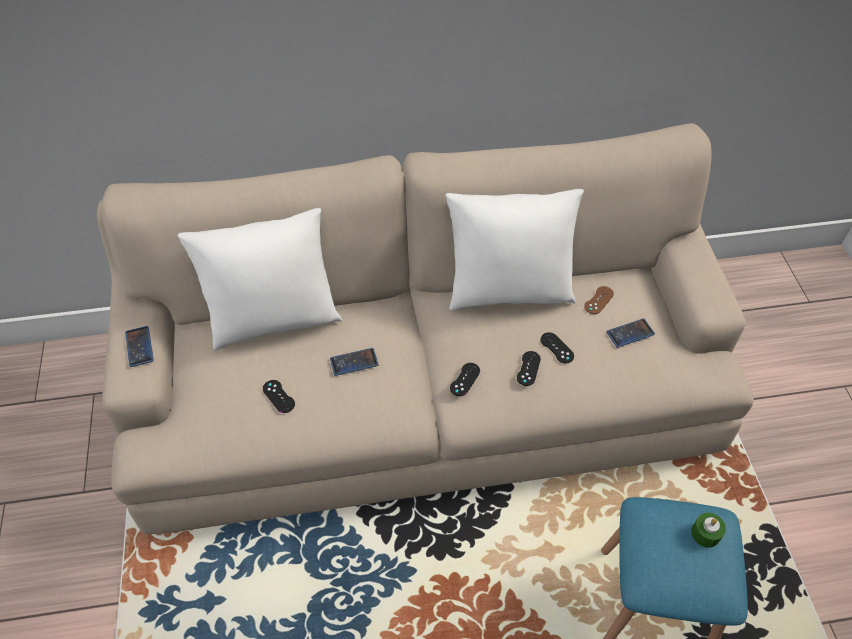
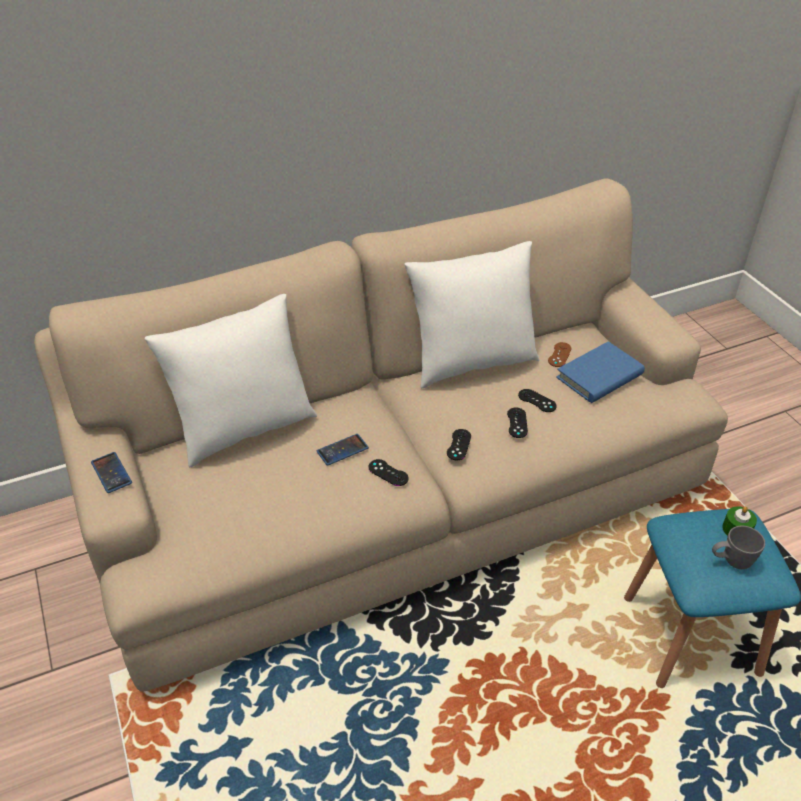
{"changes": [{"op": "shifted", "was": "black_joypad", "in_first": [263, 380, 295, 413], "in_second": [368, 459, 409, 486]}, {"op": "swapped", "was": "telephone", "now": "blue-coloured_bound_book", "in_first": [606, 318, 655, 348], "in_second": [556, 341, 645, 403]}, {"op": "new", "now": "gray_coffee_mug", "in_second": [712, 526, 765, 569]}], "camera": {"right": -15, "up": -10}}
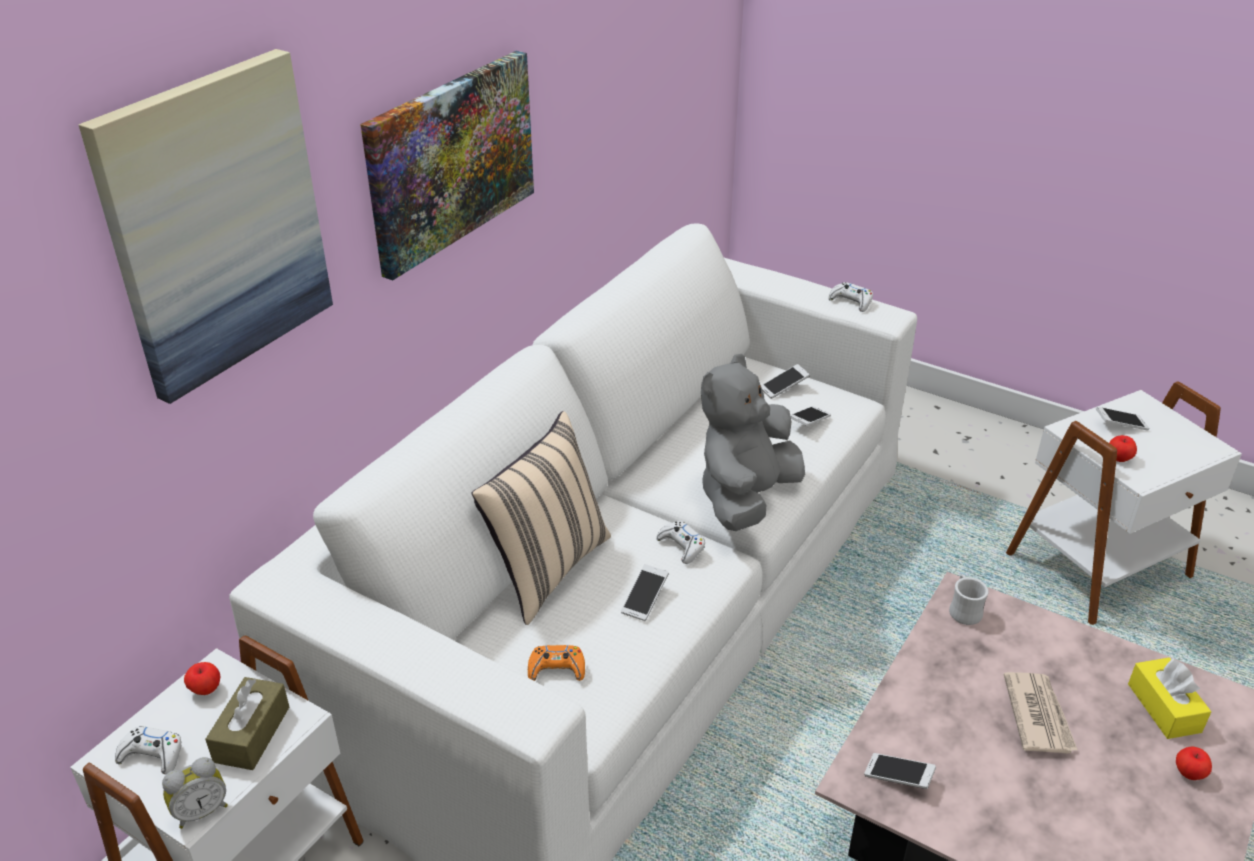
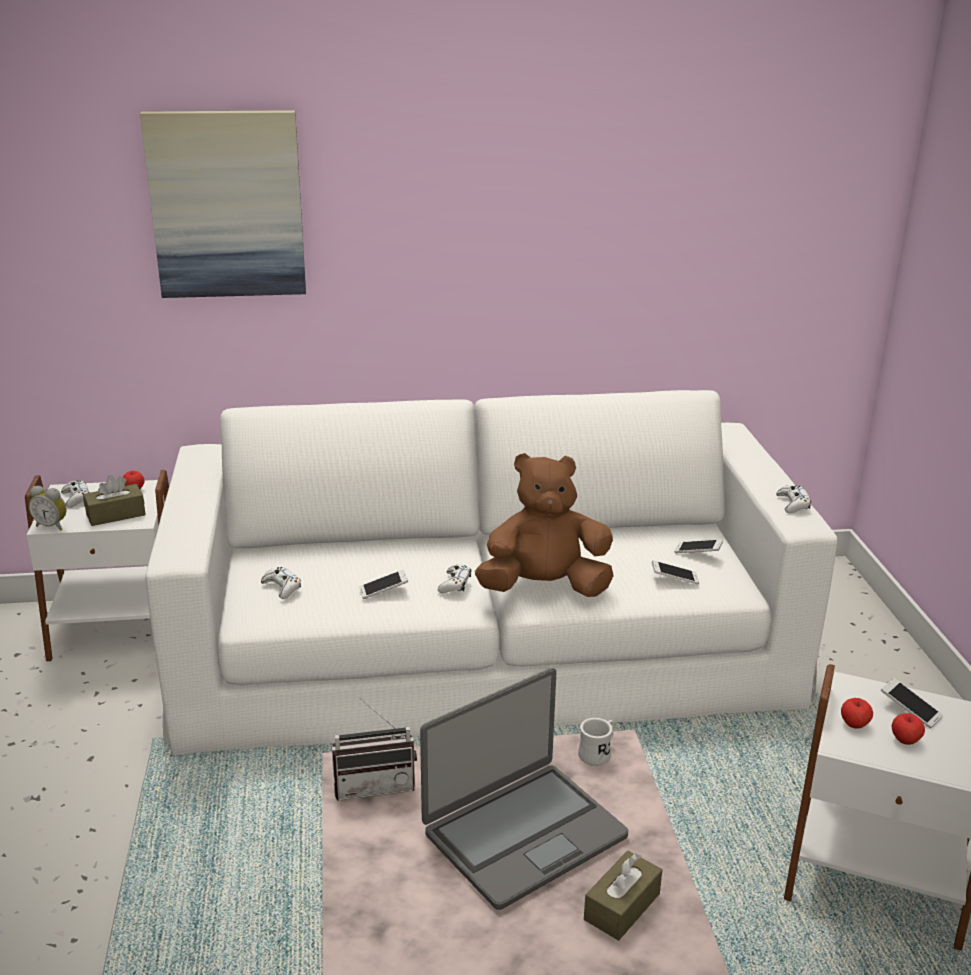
{"changes": [{"op": "gone", "was": "wall_art", "in_first": [360, 51, 534, 280]}, {"op": "gone", "was": "beige_cushion", "in_first": [472, 411, 611, 625]}, {"op": "repainted", "was": "orangey_joypad", "now": "whitish_joypad", "in_first": [528, 645, 585, 681], "in_second": [261, 567, 301, 599]}, {"op": "repainted", "was": "gray_cuddly_toy", "now": "brown-coloured_cuddly_toy", "in_first": [701, 354, 805, 531], "in_second": [475, 453, 614, 597]}, {"op": "swapped", "was": "telephone", "now": "radio_set", "in_first": [864, 753, 936, 789], "in_second": [332, 698, 417, 801]}, {"op": "swapped", "was": "printed_paper", "now": "laptop", "in_first": [1004, 672, 1078, 754], "in_second": [420, 668, 628, 910]}, {"op": "repainted", "was": "yellow-coloured_tissue_box", "now": "brown-coloured_tissue_box", "in_first": [1128, 657, 1211, 739], "in_second": [584, 851, 662, 941]}, {"op": "shifted", "was": "apple", "in_first": [1176, 746, 1212, 780], "in_second": [892, 713, 925, 745]}], "camera": {"right": 50, "up": -10}}
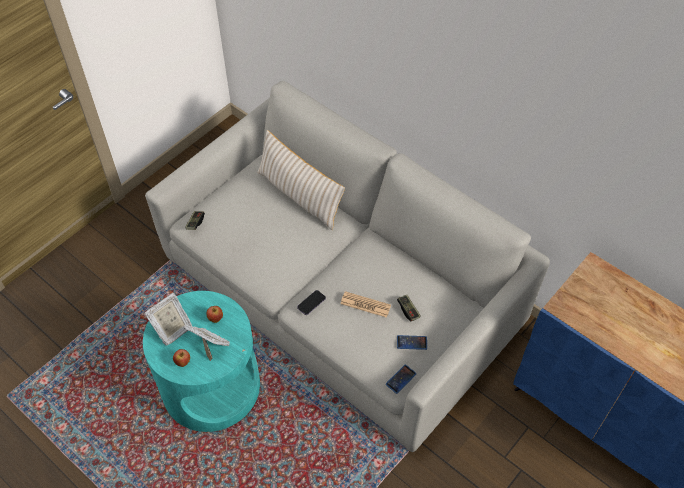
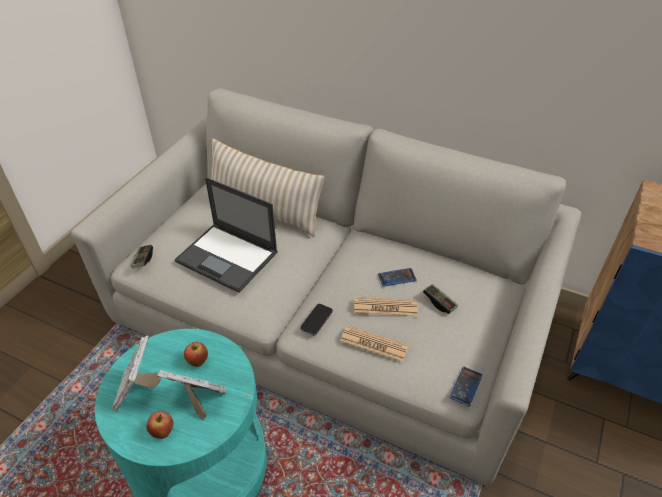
{"changes": [{"op": "rotated", "was": "photo_frame", "in_first": [144, 293, 192, 345], "in_second": [112, 335, 161, 412], "clockwise": 150}, {"op": "shifted", "was": "telephone", "in_first": [397, 335, 427, 350], "in_second": [378, 268, 417, 287]}, {"op": "new", "now": "laptop", "in_second": [175, 177, 278, 293]}, {"op": "new", "now": "printed_paper", "in_second": [340, 325, 409, 362]}], "camera": {"right": -15, "up": -10}}
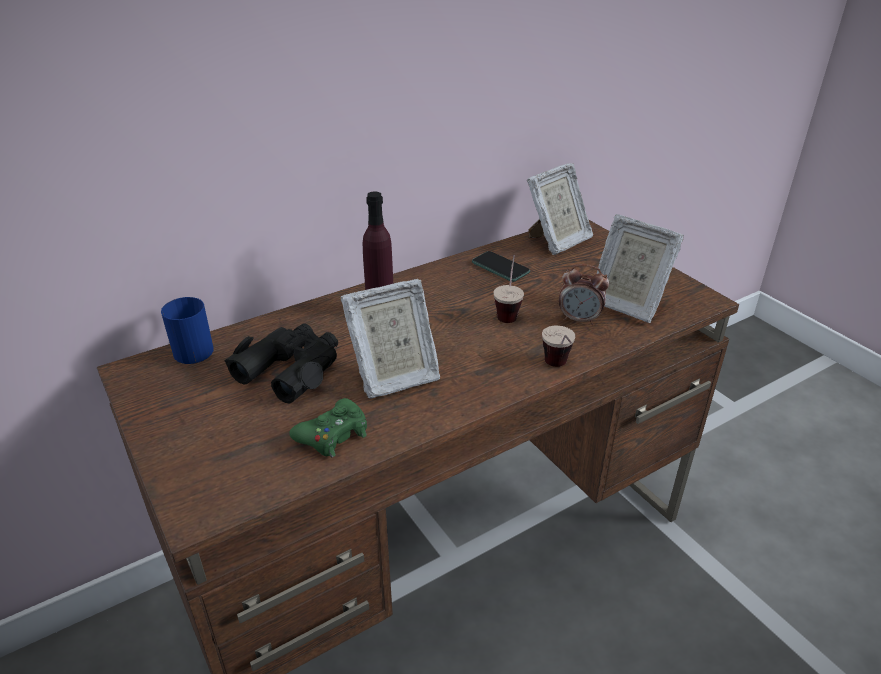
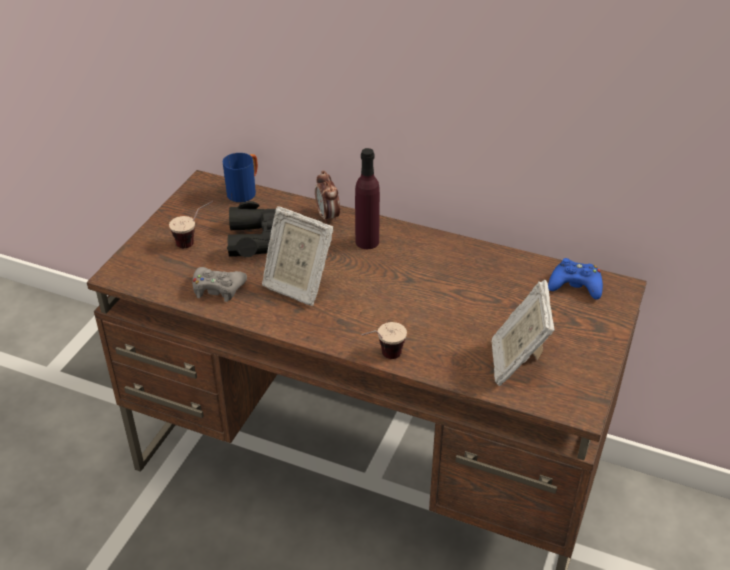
{"changes": [{"op": "repainted", "was": "greenish_joypad", "now": "gray_joypad", "in_first": [289, 398, 367, 457], "in_second": [192, 267, 247, 302]}, {"op": "gone", "was": "telephone", "in_first": [472, 251, 530, 282]}, {"op": "shifted", "was": "drinking_cup", "in_first": [493, 255, 524, 323], "in_second": [169, 201, 213, 248]}, {"op": "swapped", "was": "photo_frame", "now": "blue-coloured_joypad", "in_first": [527, 163, 593, 255], "in_second": [548, 258, 603, 300]}, {"op": "shifted", "was": "alarm_clock", "in_first": [559, 264, 609, 325], "in_second": [315, 171, 340, 224]}], "camera": {"right": 55, "up": 5}}
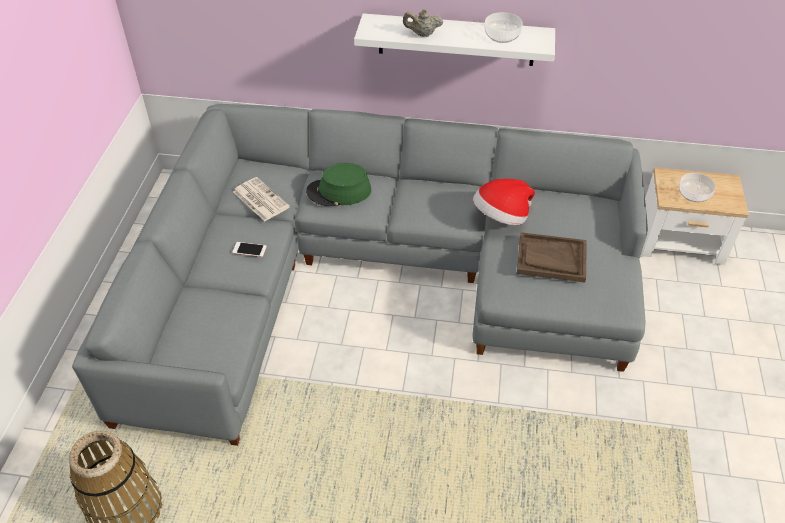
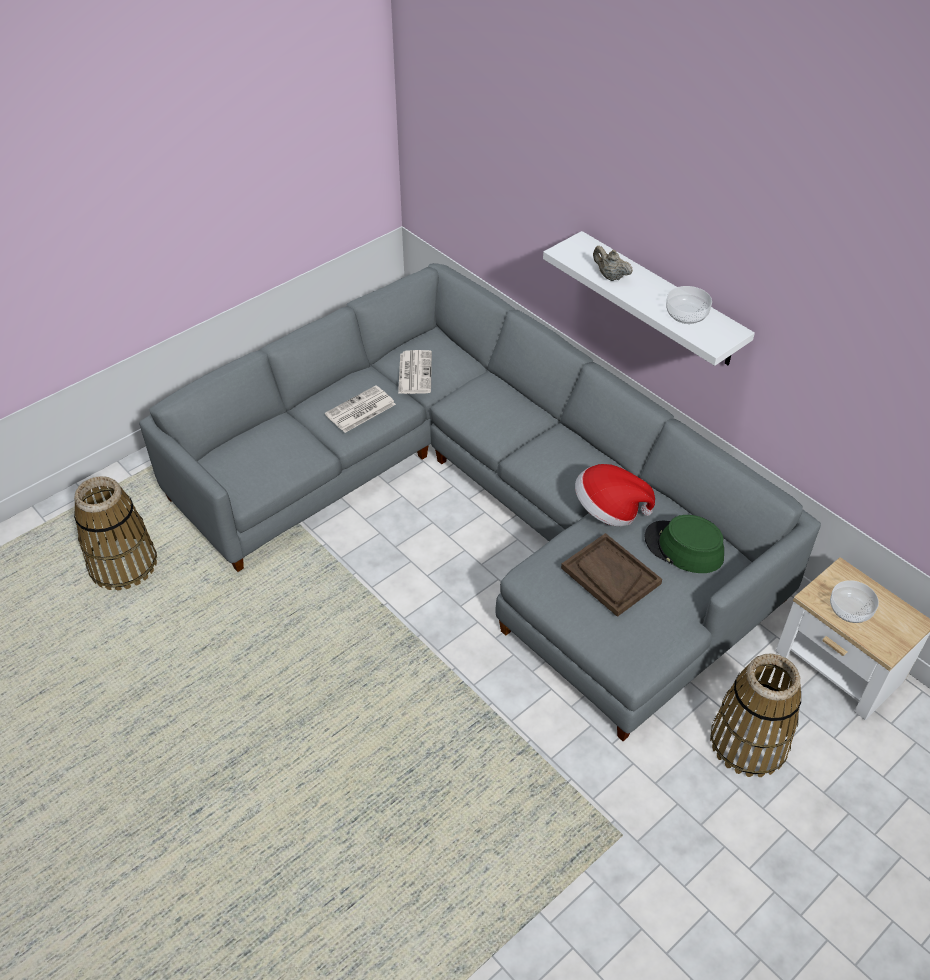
{"changes": [{"op": "swapped", "was": "telephone", "now": "printed_paper", "in_first": [232, 242, 267, 257], "in_second": [325, 385, 396, 433]}, {"op": "shifted", "was": "greenish_hat", "in_first": [306, 163, 371, 206], "in_second": [644, 515, 724, 573]}, {"op": "new", "now": "basket", "in_second": [710, 653, 802, 777]}], "camera": {"right": 40, "up": 0}}
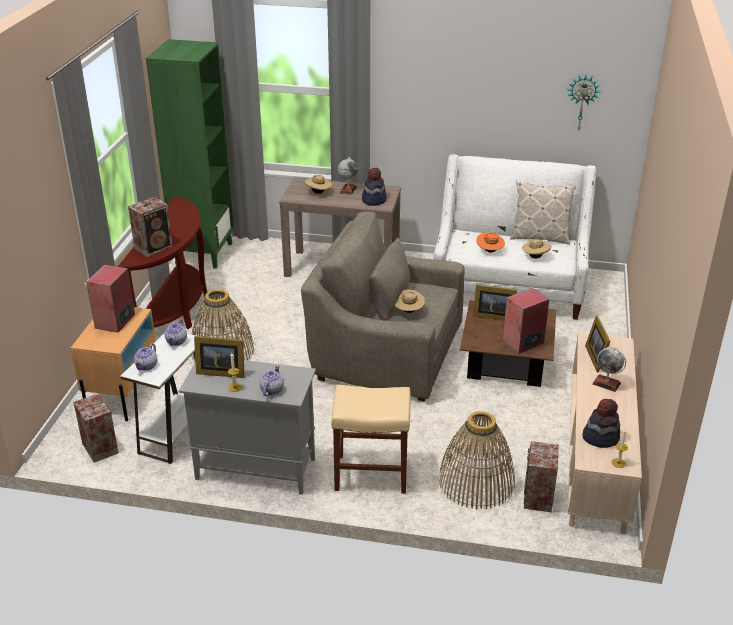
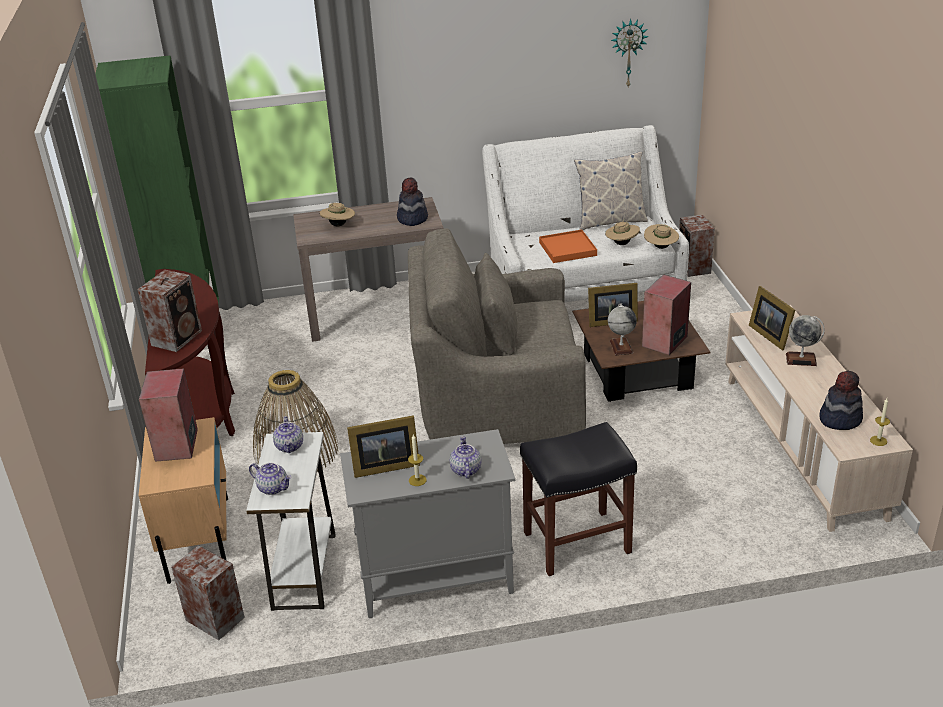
{"changes": [{"op": "rotated", "was": "tea_pot", "in_first": [134, 343, 157, 371], "in_second": [249, 463, 292, 495], "clockwise": -60}, {"op": "repainted", "was": "beige_sitting_stool", "now": "black_sitting_stool", "in_first": [331, 385, 411, 494], "in_second": [520, 422, 637, 576]}, {"op": "shifted", "was": "world_globe", "in_first": [338, 157, 358, 195], "in_second": [608, 303, 637, 355]}, {"op": "shifted", "was": "beige_hat", "in_first": [395, 290, 425, 313], "in_second": [644, 224, 679, 249]}, {"op": "gone", "was": "basket", "in_first": [438, 411, 515, 509]}, {"op": "swapped", "was": "orangey_hat", "now": "orangey_serving_tray", "in_first": [476, 232, 505, 253], "in_second": [539, 230, 597, 263]}, {"op": "shifted", "was": "speaker", "in_first": [524, 441, 559, 512], "in_second": [679, 215, 715, 277]}], "camera": {"right": -20, "up": 0}}
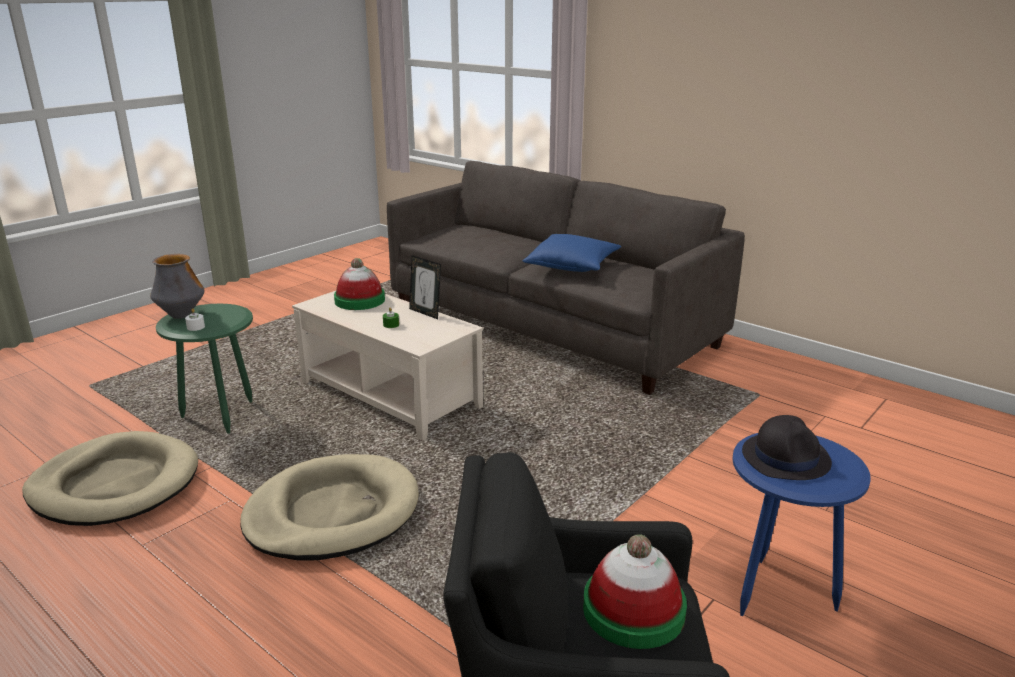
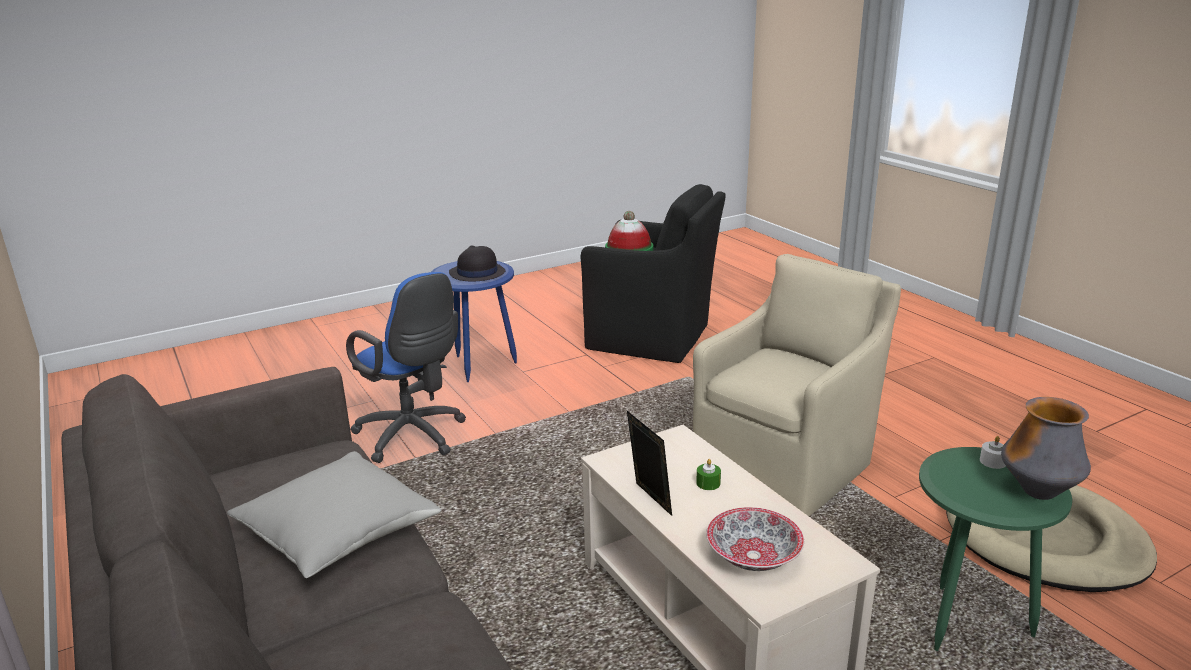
{"changes": [{"op": "swapped", "was": "beige_pet_bed", "now": "beige_lounge_chair", "in_first": [240, 454, 419, 561], "in_second": [693, 254, 901, 516]}, {"op": "swapped", "was": "hat", "now": "bowl", "in_first": [334, 258, 385, 310], "in_second": [706, 507, 804, 571]}, {"op": "repainted", "was": "blue-coloured_cushion", "now": "gray_cushion", "in_first": [523, 234, 621, 272], "in_second": [227, 451, 442, 578]}, {"op": "new", "now": "blue-coloured_computer_chair", "in_second": [346, 272, 466, 463]}], "camera": {"right": -160, "up": 0}}
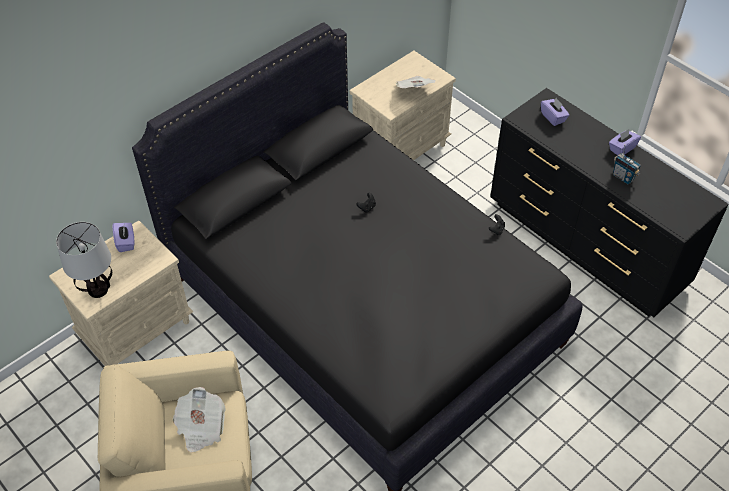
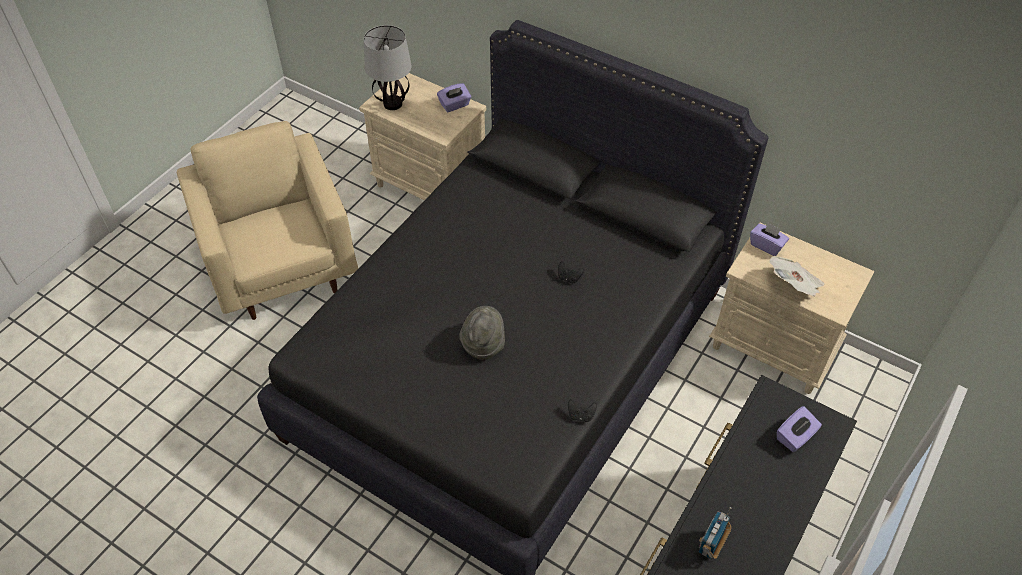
{"changes": [{"op": "gone", "was": "printed_paper", "in_first": [173, 387, 226, 453]}, {"op": "shifted", "was": "purple_tissue_box", "in_first": [609, 129, 641, 155], "in_second": [750, 223, 789, 256]}, {"op": "new", "now": "gray_hat", "in_second": [459, 306, 505, 360]}], "camera": {"right": 75, "up": 0}}
